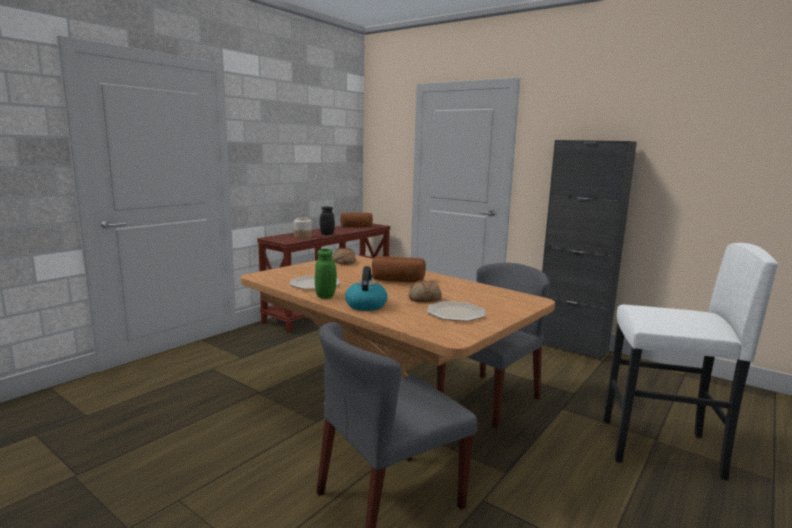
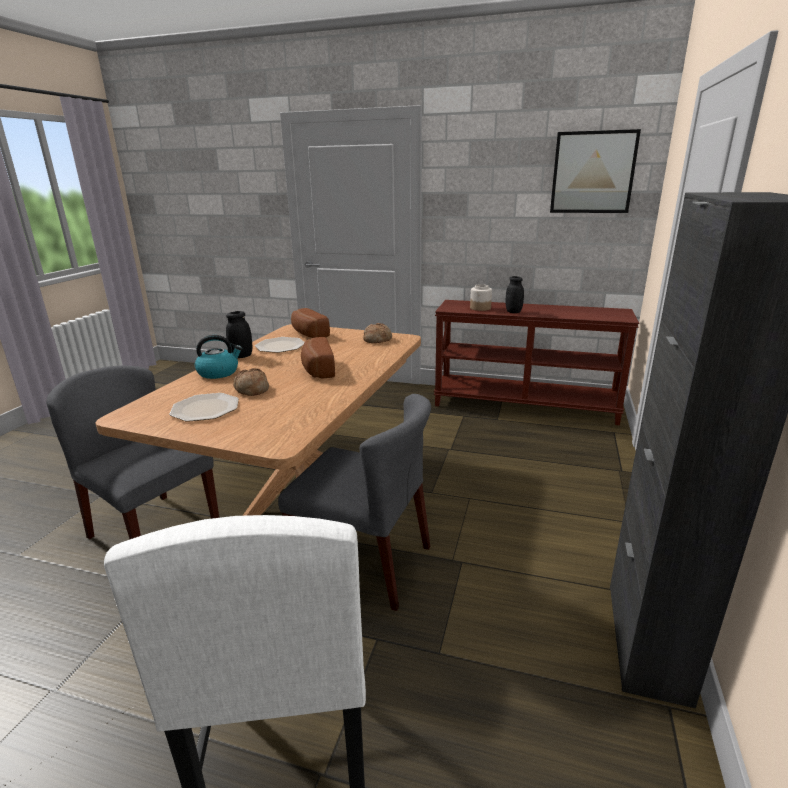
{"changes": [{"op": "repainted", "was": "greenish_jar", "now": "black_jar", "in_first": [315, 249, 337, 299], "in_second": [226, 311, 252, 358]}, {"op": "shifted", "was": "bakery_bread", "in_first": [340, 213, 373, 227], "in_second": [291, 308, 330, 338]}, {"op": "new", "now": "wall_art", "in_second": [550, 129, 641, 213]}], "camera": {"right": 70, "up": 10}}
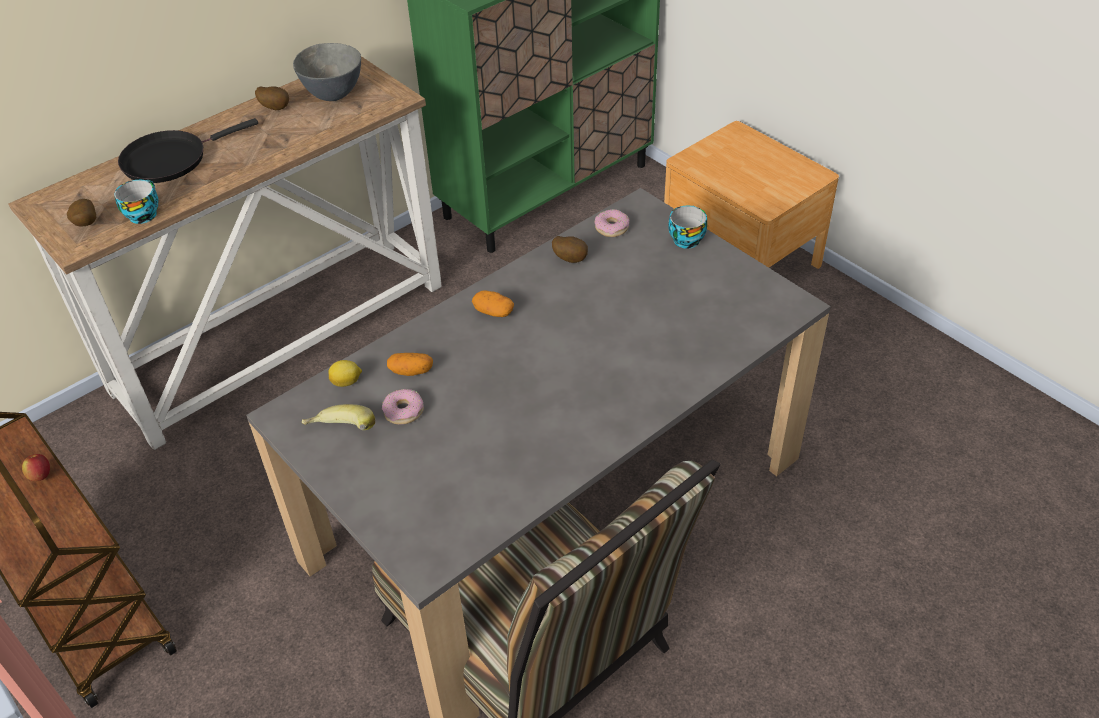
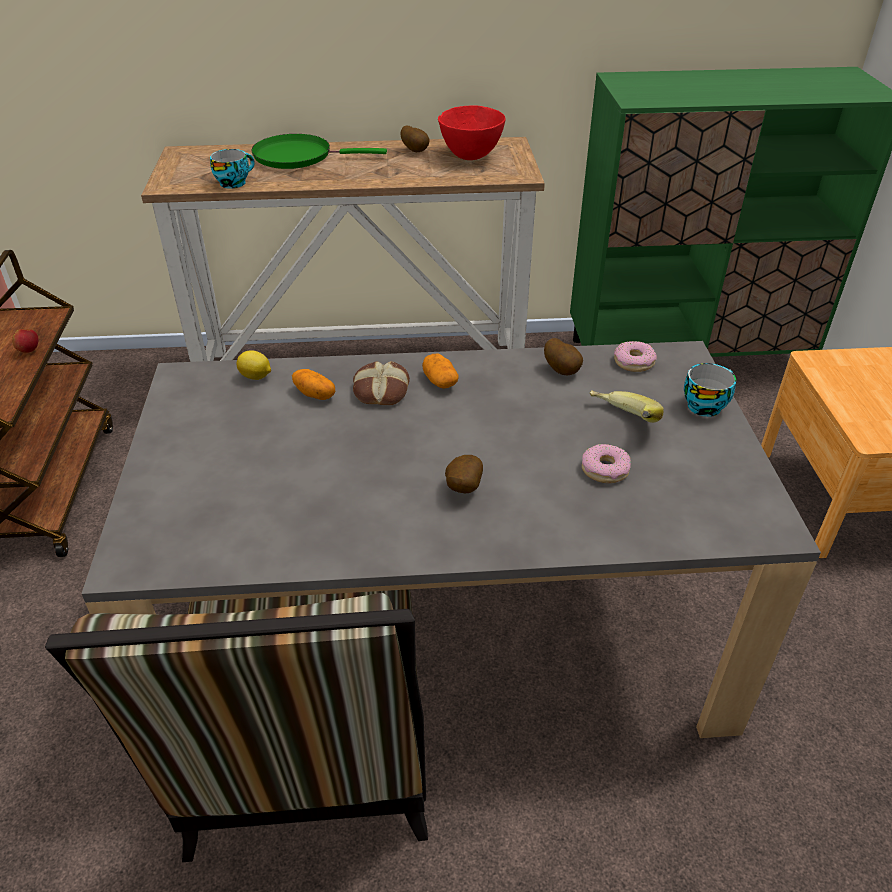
{"changes": [{"op": "shifted", "was": "spud", "in_first": [67, 199, 96, 227], "in_second": [445, 455, 483, 493]}, {"op": "repainted", "was": "black_skillet", "now": "greenish_skillet", "in_first": [118, 118, 258, 183], "in_second": [251, 134, 387, 169]}, {"op": "repainted", "was": "gray_bowl", "now": "reddish_bowl", "in_first": [293, 43, 361, 101], "in_second": [438, 105, 505, 160]}, {"op": "shifted", "was": "whole_banana", "in_first": [302, 404, 375, 430], "in_second": [590, 390, 664, 423]}, {"op": "shifted", "was": "donut", "in_first": [382, 389, 424, 424], "in_second": [582, 444, 631, 483]}, {"op": "new", "now": "bakery_bread", "in_second": [353, 361, 410, 405]}], "camera": {"right": 35, "up": -5}}
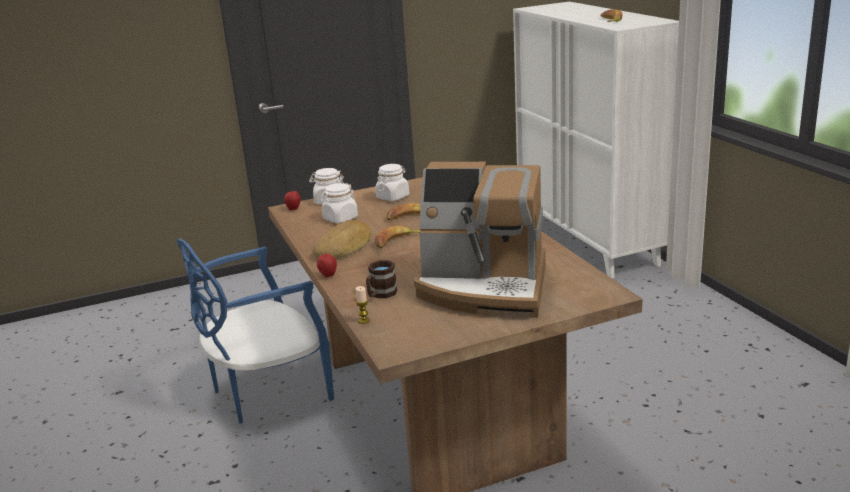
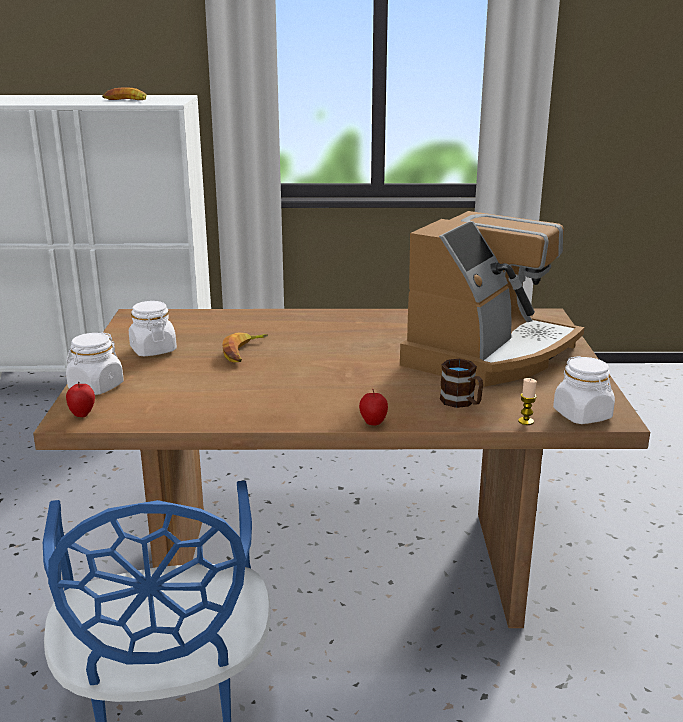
{"changes": [{"op": "gone", "was": "bakery_bread", "in_first": [313, 220, 371, 259]}, {"op": "shifted", "was": "whitish_jar", "in_first": [321, 183, 358, 223], "in_second": [553, 356, 615, 424]}, {"op": "gone", "was": "whole_banana", "in_first": [375, 226, 421, 248]}], "camera": {"right": -70, "up": 0}}
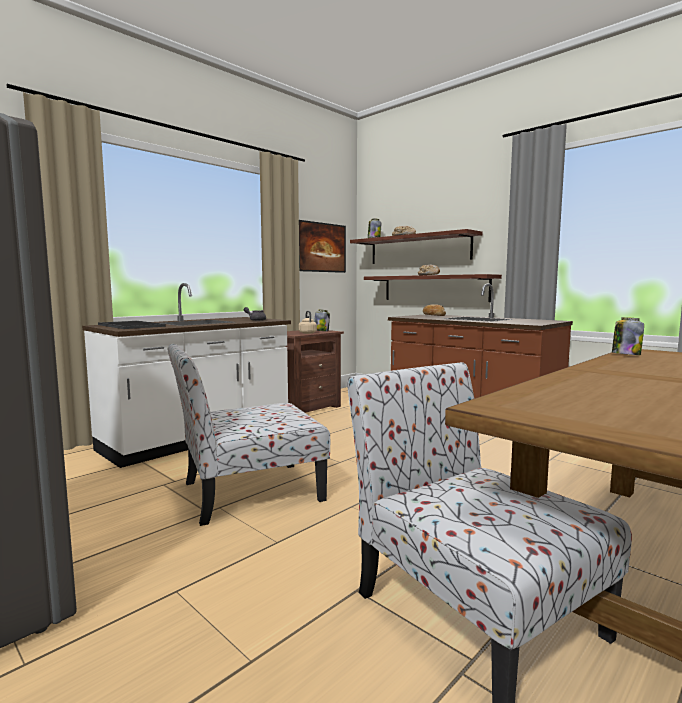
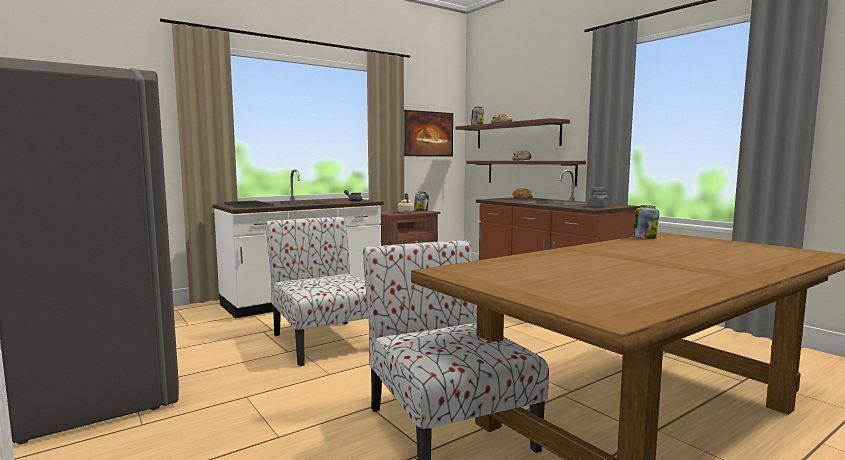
{"changes": [{"op": "rotated", "was": "upright_chair", "in_first": [168, 344, 330, 526], "in_second": [266, 217, 368, 367], "clockwise": 75}, {"op": "new", "now": "gray_jar", "in_second": [588, 188, 610, 208]}], "camera": {"right": 10, "up": 0}}
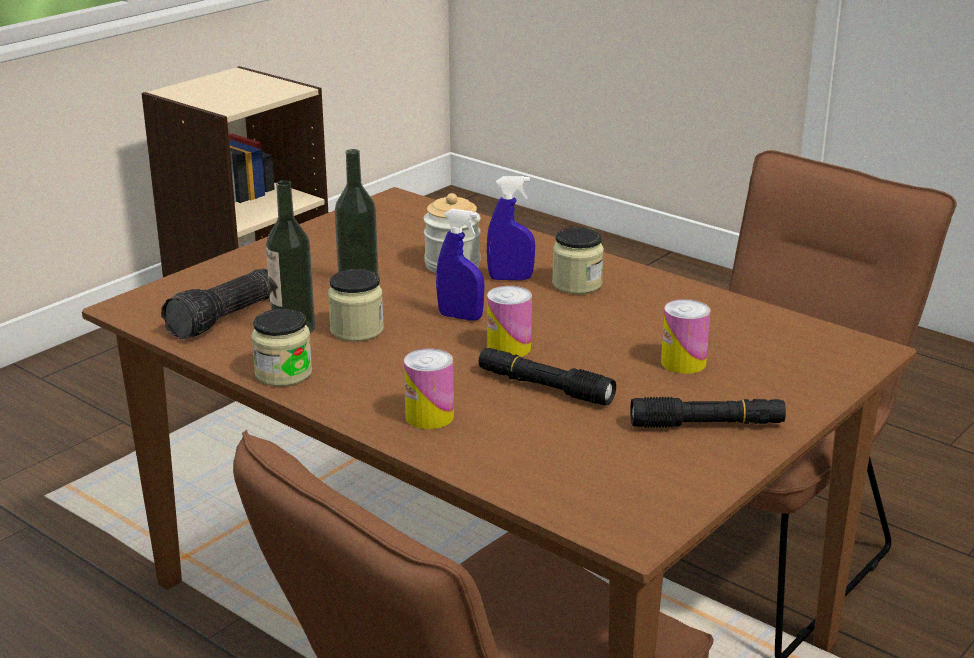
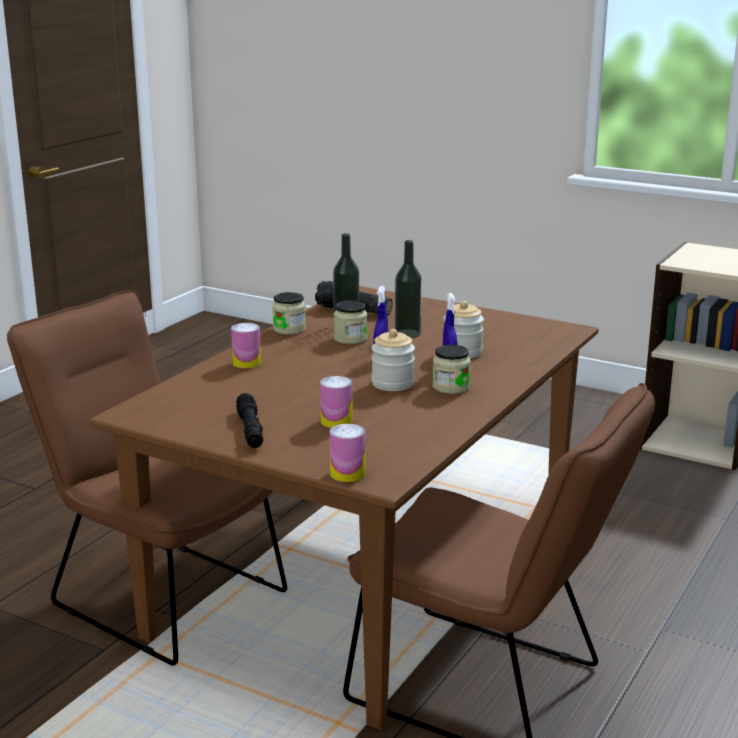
{"changes": [{"op": "gone", "was": "black_hand_torch", "in_first": [479, 348, 616, 406]}, {"op": "shifted", "was": "metal_can", "in_first": [487, 286, 532, 357], "in_second": [330, 424, 366, 482]}, {"op": "new", "now": "jar", "in_second": [372, 329, 415, 391]}], "camera": {"right": 80, "up": -5}}
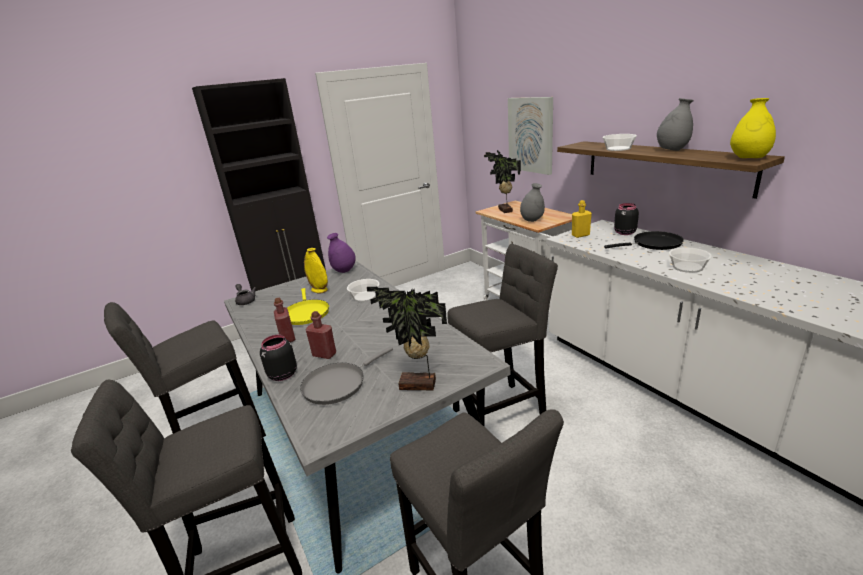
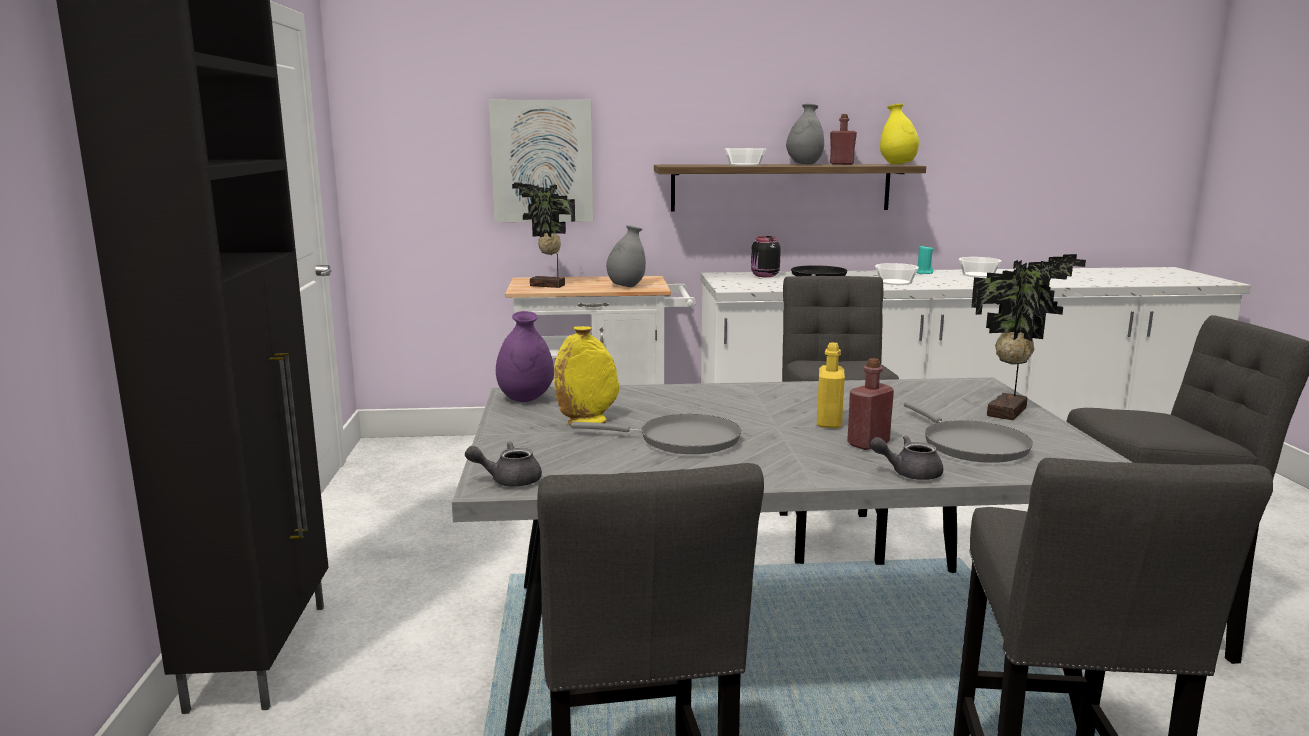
{"changes": [{"op": "swapped", "was": "black_jar", "now": "gray_tea_pot", "in_first": [260, 335, 297, 381], "in_second": [870, 436, 943, 480]}, {"op": "shifted", "was": "reddish_drink_bottle", "in_first": [274, 298, 295, 342], "in_second": [830, 114, 857, 165]}, {"op": "repainted", "was": "yellow-coloured_skillet", "now": "gray_skillet", "in_first": [287, 288, 329, 325], "in_second": [571, 414, 741, 454]}, {"op": "shifted", "was": "bowl", "in_first": [347, 279, 380, 302], "in_second": [959, 257, 1001, 278]}, {"op": "shifted", "was": "yellow-coloured_drink_bottle", "in_first": [572, 200, 592, 238], "in_second": [817, 342, 845, 428]}, {"op": "new", "now": "blue-green_wax_candle", "in_second": [916, 246, 933, 274]}], "camera": {"right": -65, "up": -10}}
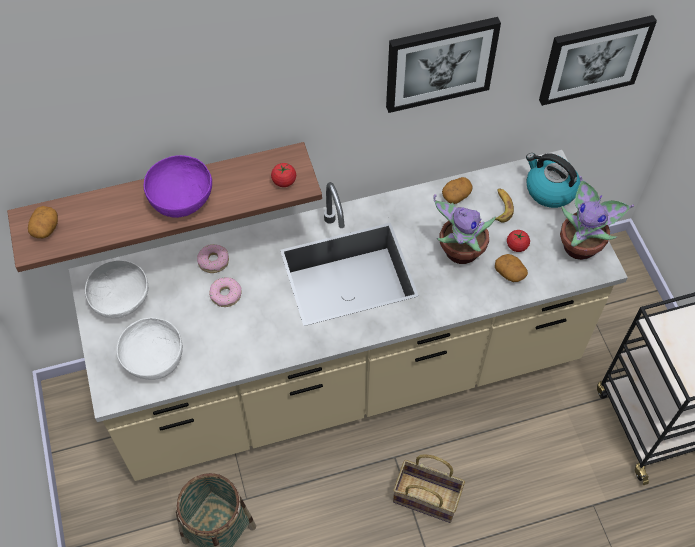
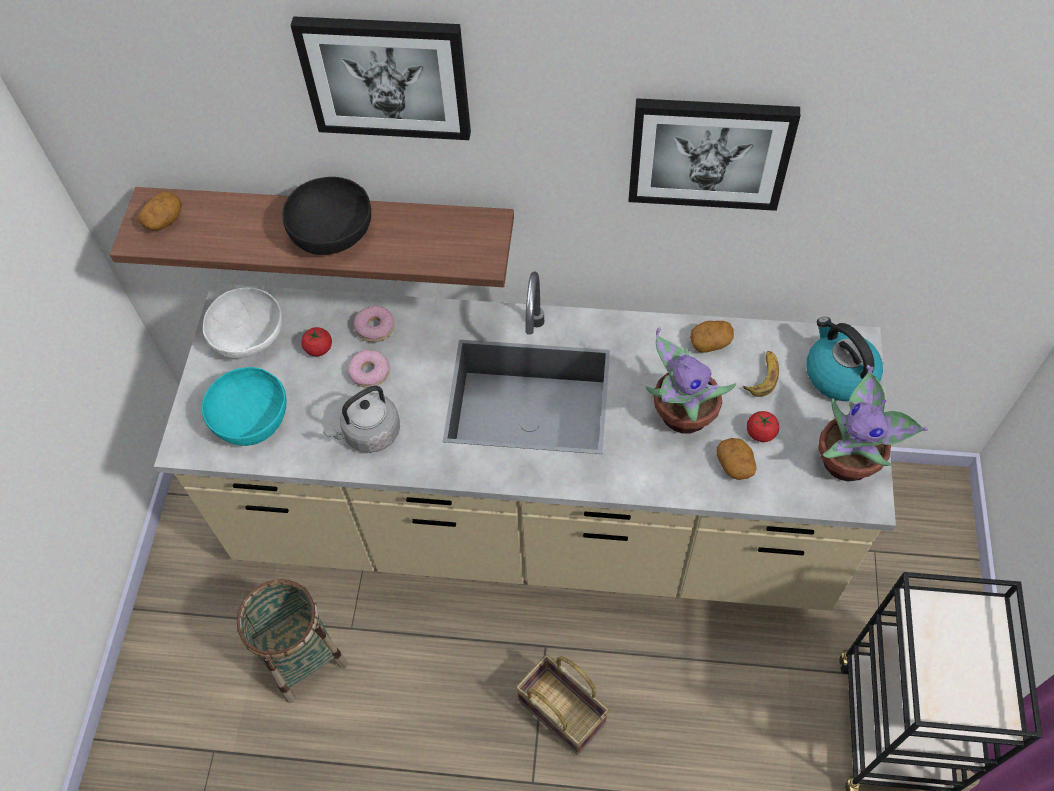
{"changes": [{"op": "repainted", "was": "whitish_bowl", "now": "blue-green_bowl", "in_first": [116, 318, 183, 380], "in_second": [202, 367, 286, 446]}, {"op": "repainted", "was": "purple_bowl", "now": "black_bowl", "in_first": [144, 155, 212, 218], "in_second": [282, 177, 371, 255]}, {"op": "shifted", "was": "whole_tomato", "in_first": [271, 163, 296, 187], "in_second": [301, 327, 332, 356]}, {"op": "shifted", "was": "wall_art", "in_first": [539, 15, 657, 106], "in_second": [290, 16, 471, 140]}, {"op": "new", "now": "gray_kettle", "in_second": [323, 385, 400, 453]}], "camera": {"right": 25, "up": 0}}
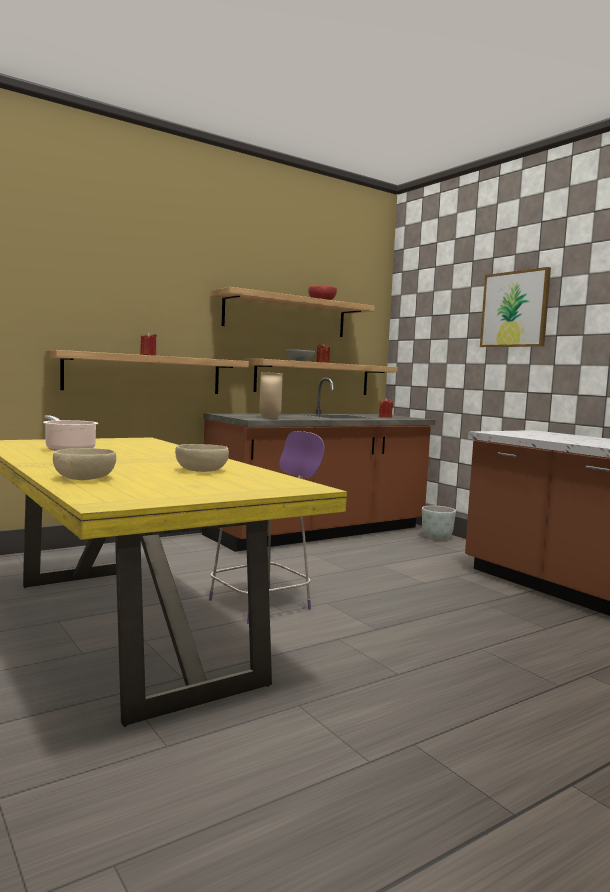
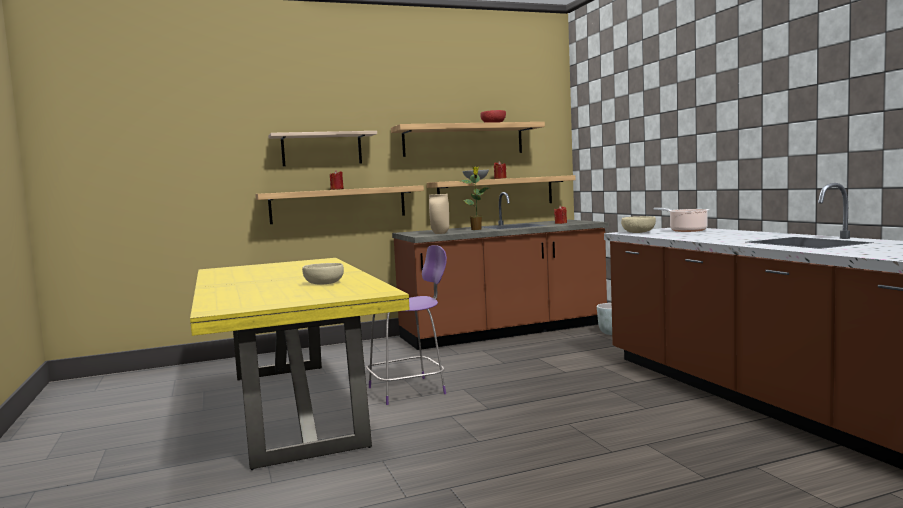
{"changes": [{"op": "shifted", "was": "saucepot", "in_first": [43, 415, 98, 451], "in_second": [654, 208, 709, 232]}, {"op": "shifted", "was": "beige_bowl", "in_first": [53, 448, 116, 480], "in_second": [621, 216, 656, 233]}, {"op": "gone", "was": "wall_art", "in_first": [480, 267, 551, 347]}, {"op": "new", "now": "bracket_shelf", "in_second": [268, 131, 377, 166]}, {"op": "new", "now": "plant_in_a_pot", "in_second": [459, 167, 489, 230]}], "camera": {"right": 15, "up": 0}}
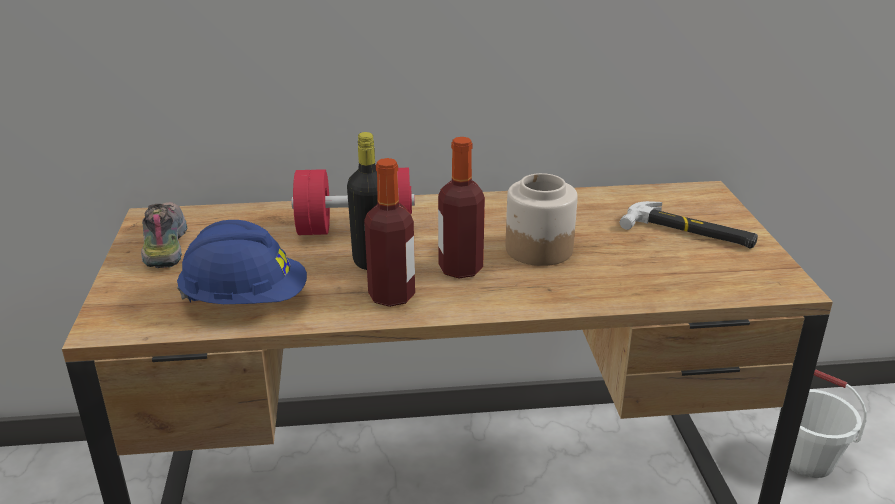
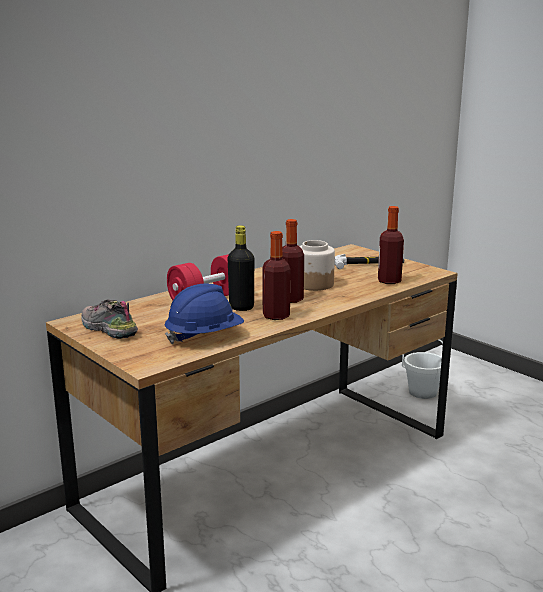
{"changes": [{"op": "new", "now": "drink_bottle", "in_second": [378, 206, 404, 284]}], "camera": {"right": -35, "up": -10}}
